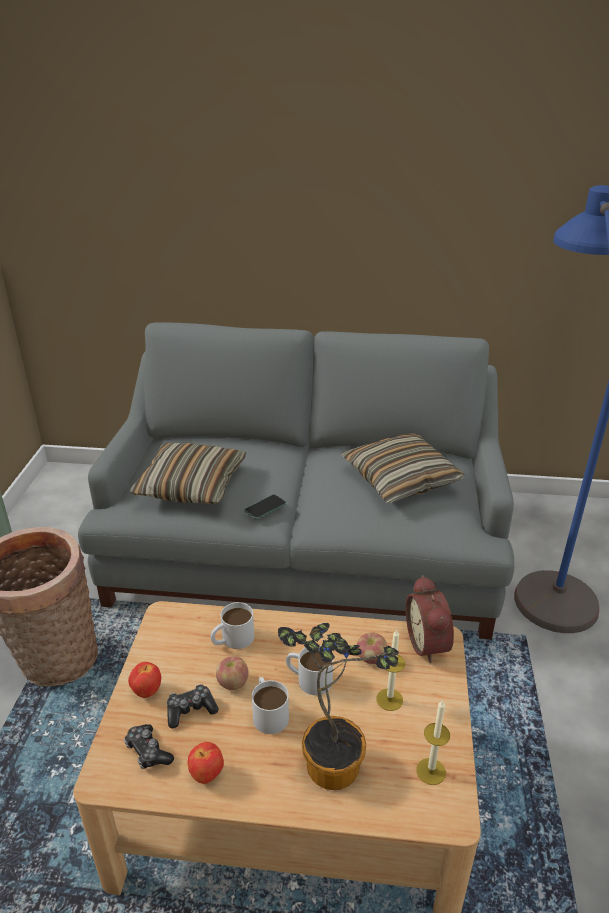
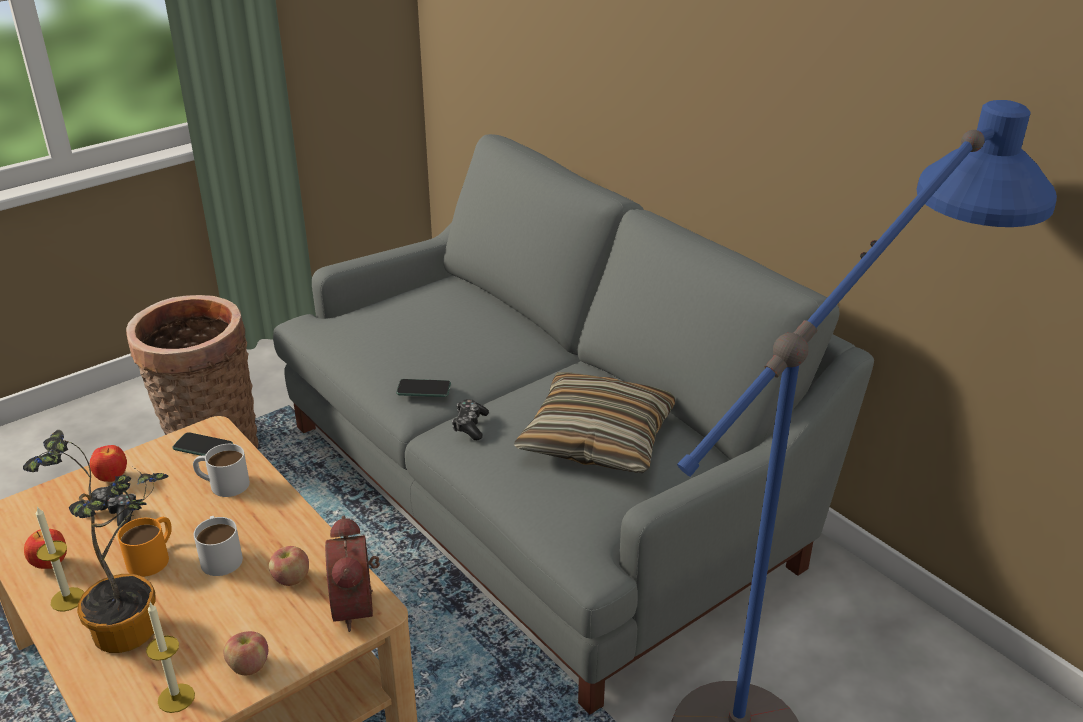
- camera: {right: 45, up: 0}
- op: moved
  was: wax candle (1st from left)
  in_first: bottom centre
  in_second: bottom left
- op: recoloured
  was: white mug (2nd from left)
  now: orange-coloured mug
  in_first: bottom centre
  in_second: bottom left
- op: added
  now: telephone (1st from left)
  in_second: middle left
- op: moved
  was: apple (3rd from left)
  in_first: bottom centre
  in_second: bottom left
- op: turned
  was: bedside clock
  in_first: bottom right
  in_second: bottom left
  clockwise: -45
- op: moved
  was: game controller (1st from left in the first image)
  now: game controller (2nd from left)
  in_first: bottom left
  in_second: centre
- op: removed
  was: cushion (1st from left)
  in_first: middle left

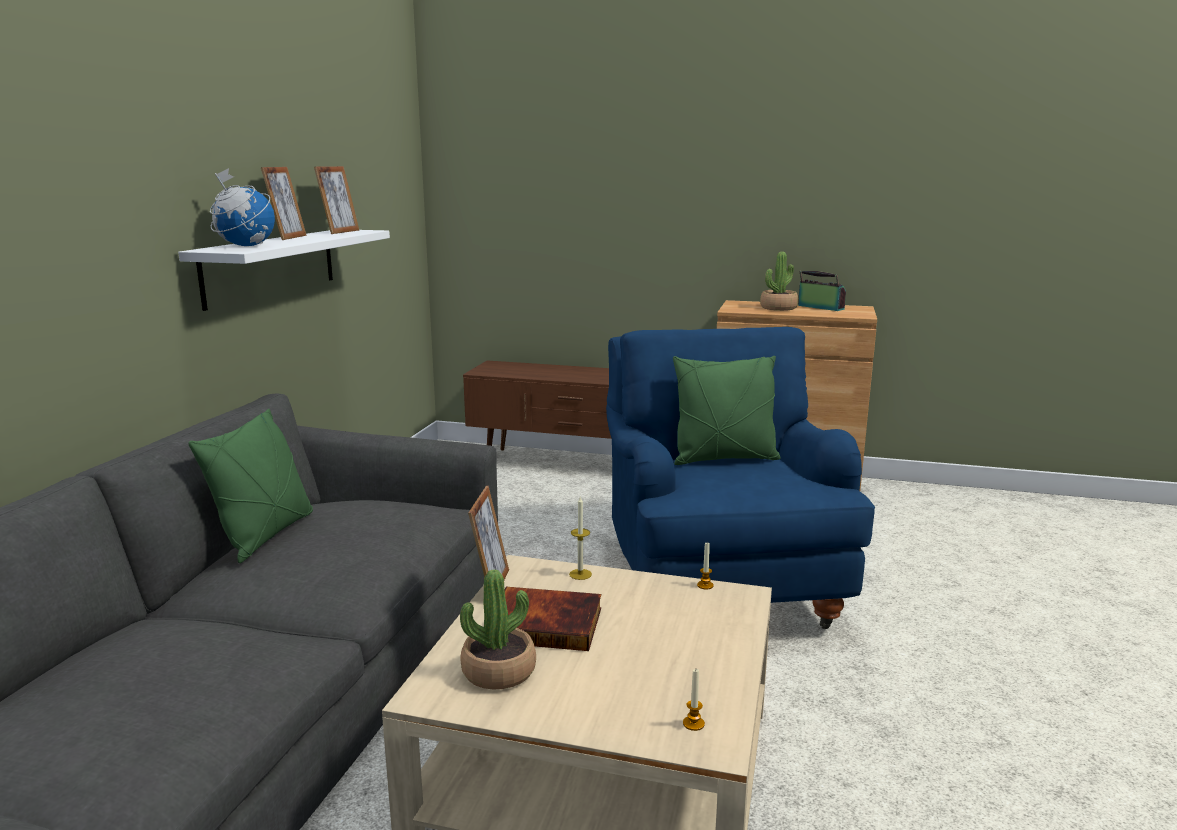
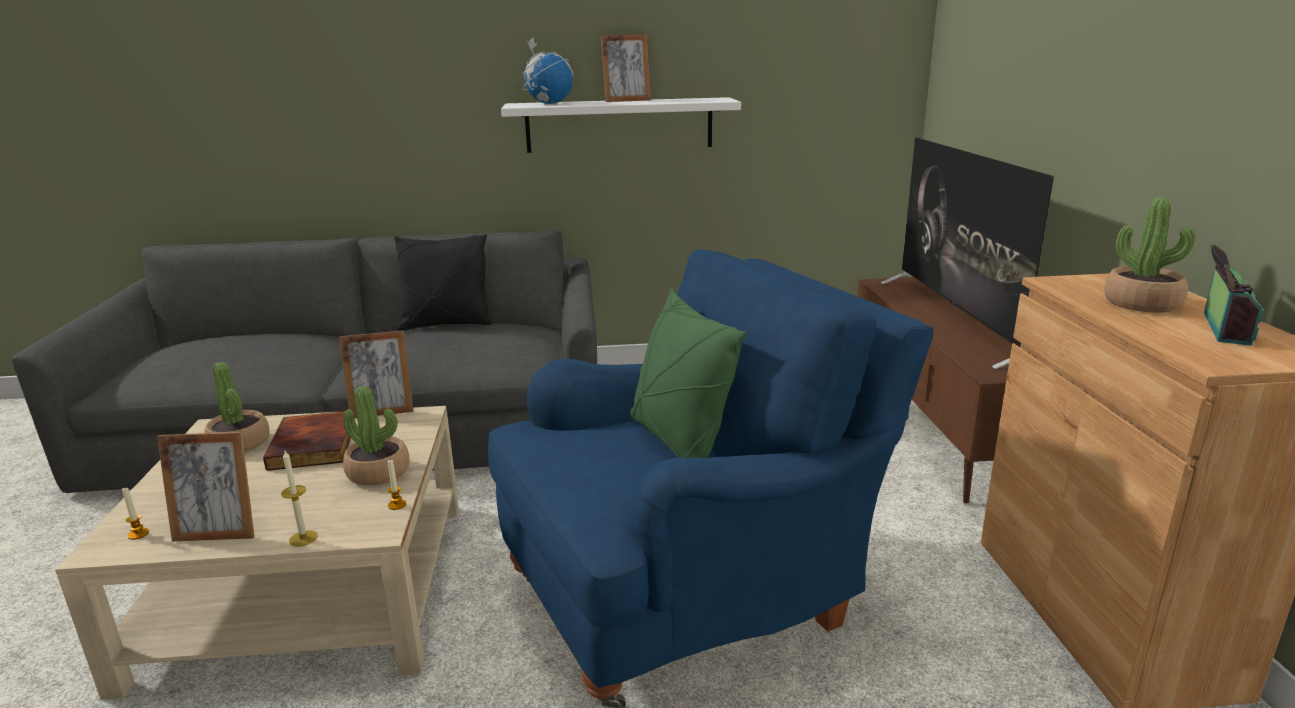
- camera: {right: 70, up: 5}
- op: moved
  was: standing frame (2nd from left in the first image)
  now: standing frame (1st from left)
  in_first: top left
  in_second: bottom left
- op: moved
  was: wax candle (1st from left in the first image)
  now: wax candle (2nd from left)
  in_first: centre
  in_second: bottom left
- op: added
  now: plant in a pot (2nd from left)
  in_second: middle left
- op: recoloured
  was: greenish cushion (1st from left)
  now: blackish cushion
  in_first: middle left
  in_second: centre
- op: added
  now: TV set
  in_second: middle right

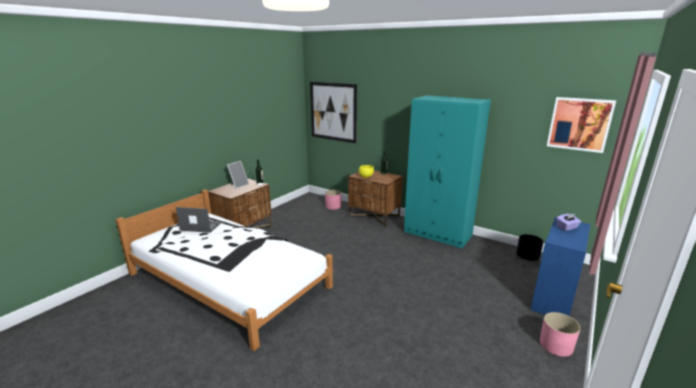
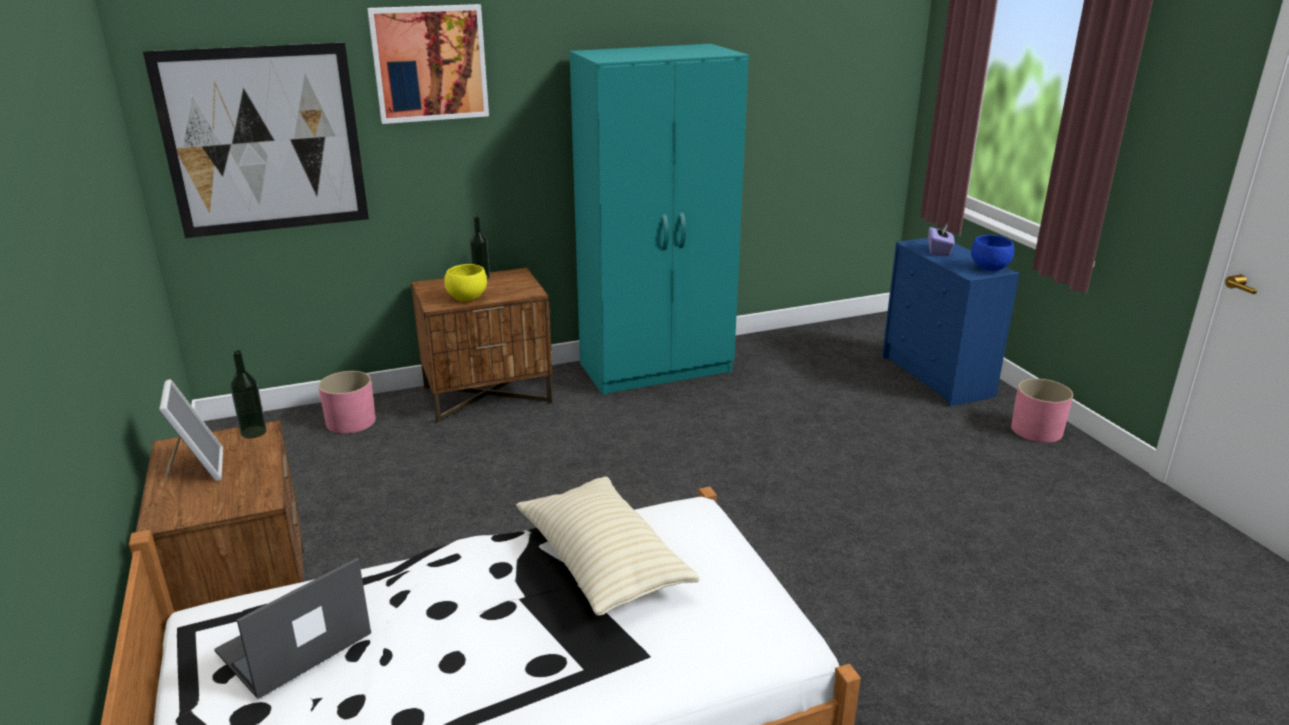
- camera: {right: -55, up: 5}
- op: moved
  was: wall picture (2nd from left)
  in_first: top right
  in_second: top left
- op: added
  now: beige-coloured cushion
  in_second: bottom centre
- op: added
  now: blue-coloured deep dish
  in_second: middle right
- op: removed
  was: blackish flower pot
  in_first: middle right

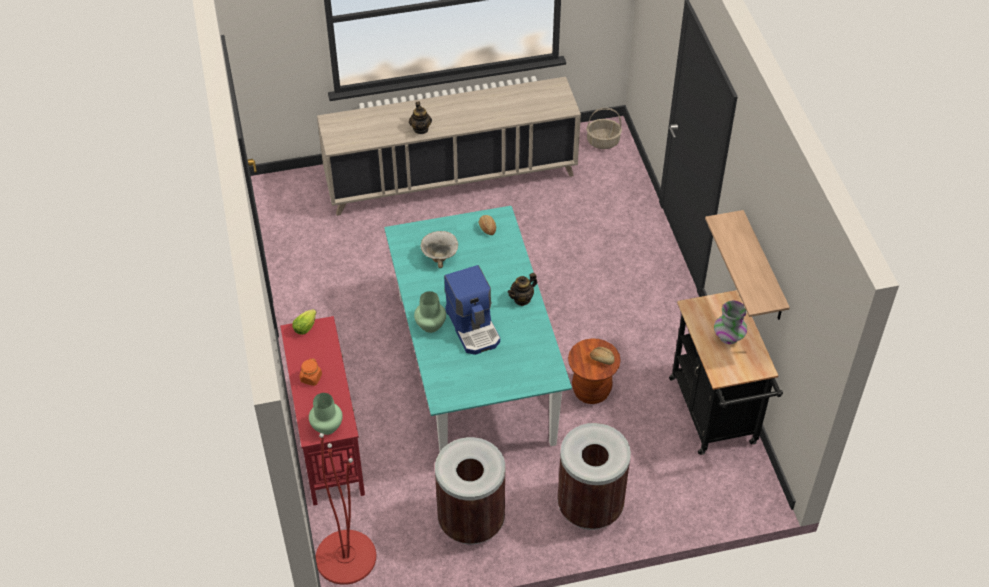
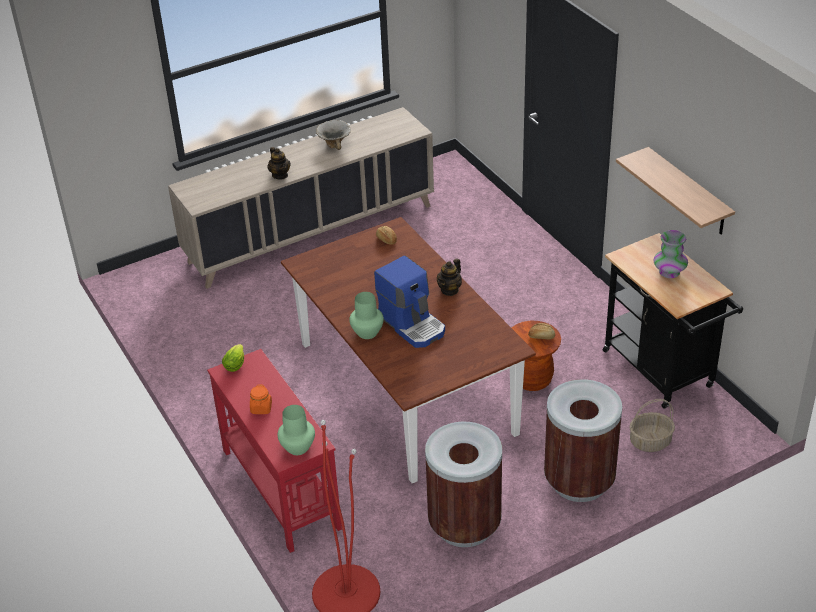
- camera: {right: -15, up: -10}
- op: recoloured
  was: blue-green kitchen table
  now: brown-coloured kitchen table
  in_first: centre
  in_second: centre
- op: moved
  was: deep dish
  in_first: centre
  in_second: top centre
- op: moved
  was: storage basket
  in_first: top centre
  in_second: bottom right

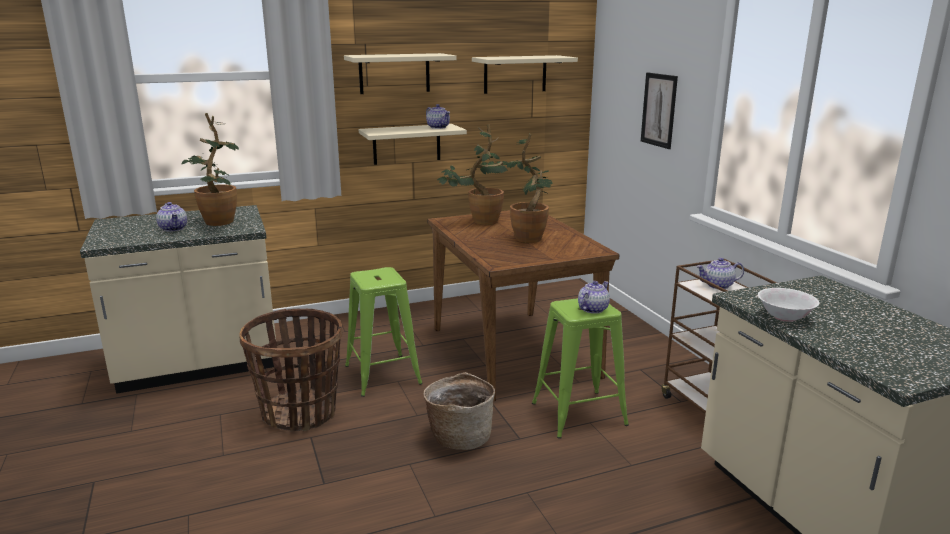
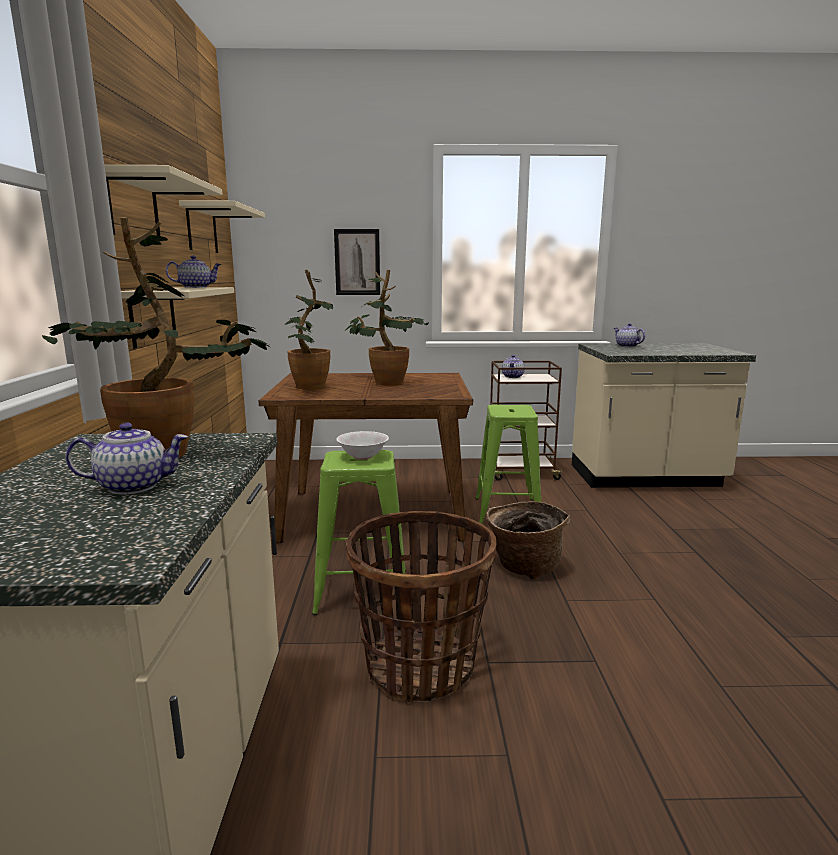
- camera: {right: -70, up: -5}
- op: moved
  was: white deep dish
  in_first: middle right
  in_second: centre
- op: moved
  was: pot for tea (3rd from left in the first image)
  now: pot for tea (4th from left)
  in_first: centre
  in_second: middle right

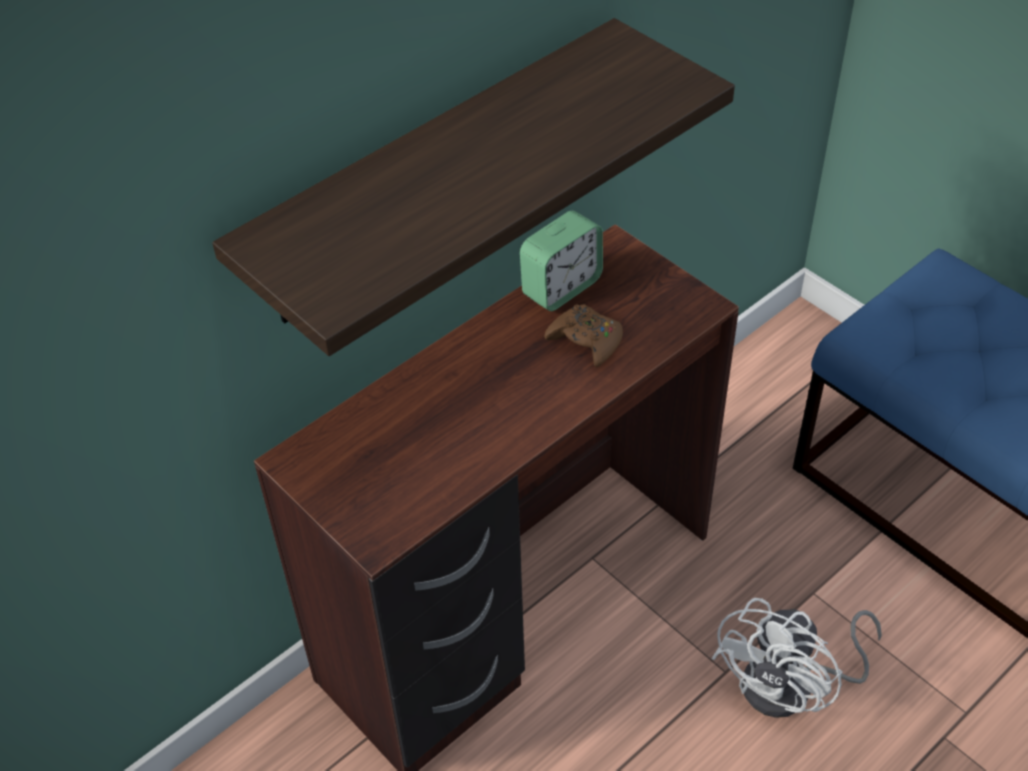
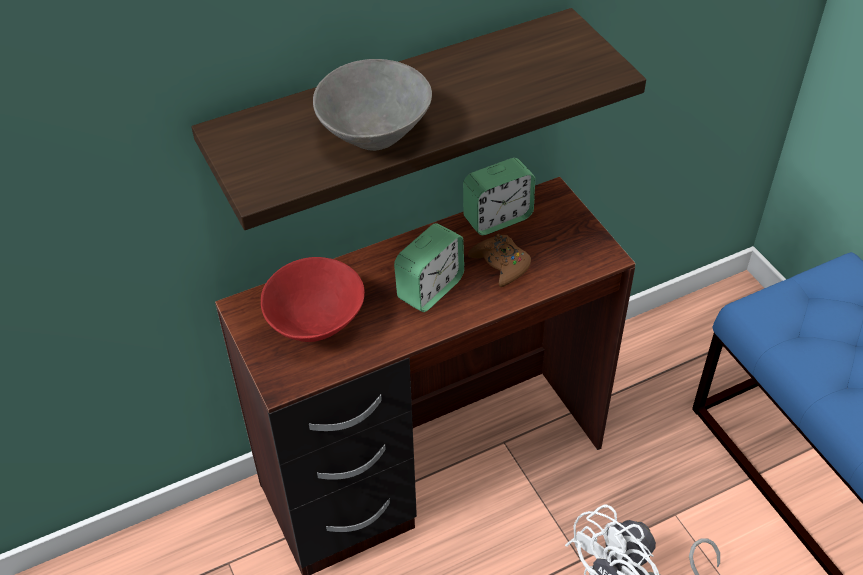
- camera: {right: 15, up: 0}
- op: added
  now: red-coloured deep dish
  in_second: centre
- op: added
  now: greyish deep dish
  in_second: top centre
- op: added
  now: bedside clock (1st from left)
  in_second: centre

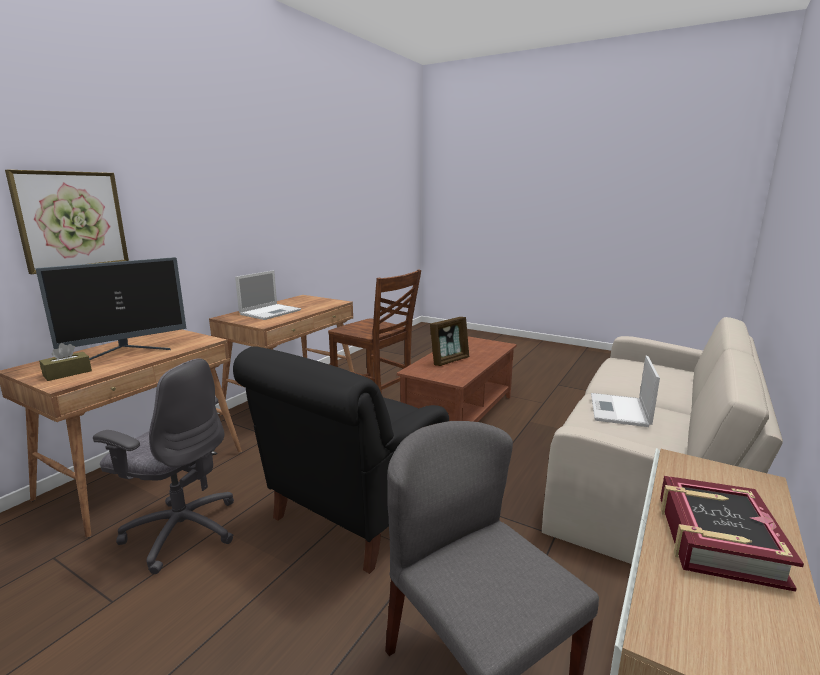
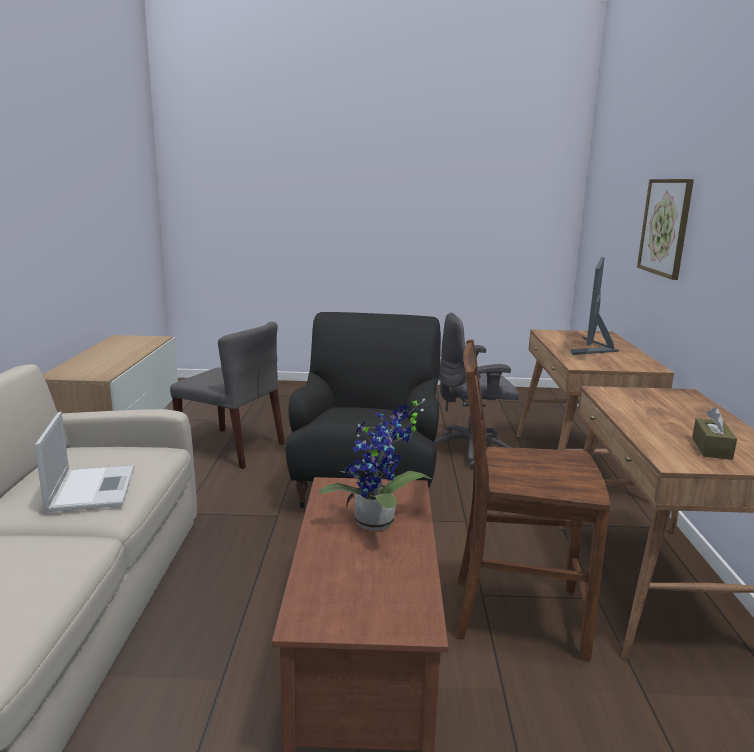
- camera: {right: 150, up: 0}
- op: replaced
  was: standing frame
  now: plant in a pot
  in_first: centre
  in_second: centre
- op: moved
  was: brown-coloured tissue holder
  in_first: middle left
  in_second: middle right
- op: removed
  was: notebook computer (1st from left)
  in_first: middle left
- op: removed
  was: book
  in_first: bottom right

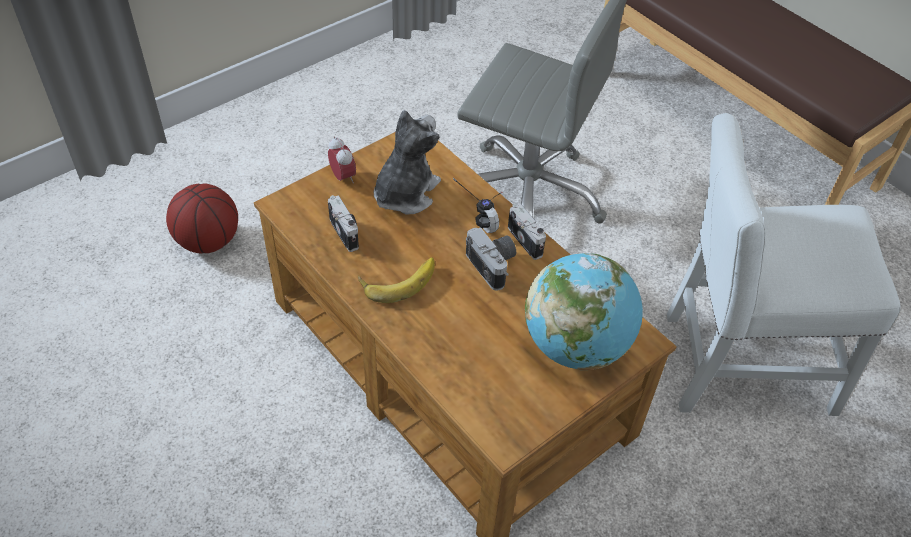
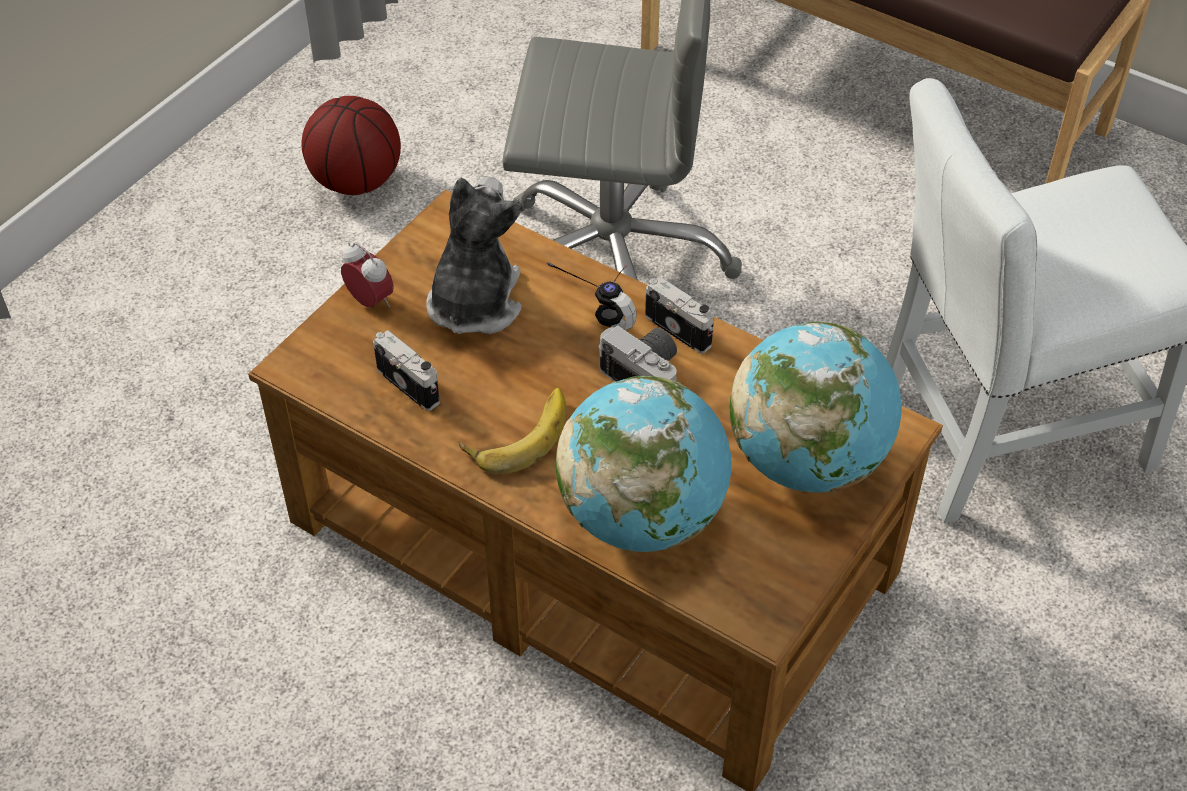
- camera: {right: -15, up: 0}
- op: moved
  was: ball for basketball
  in_first: middle left
  in_second: top left
- op: added
  now: globe (1st from left)
  in_second: centre

